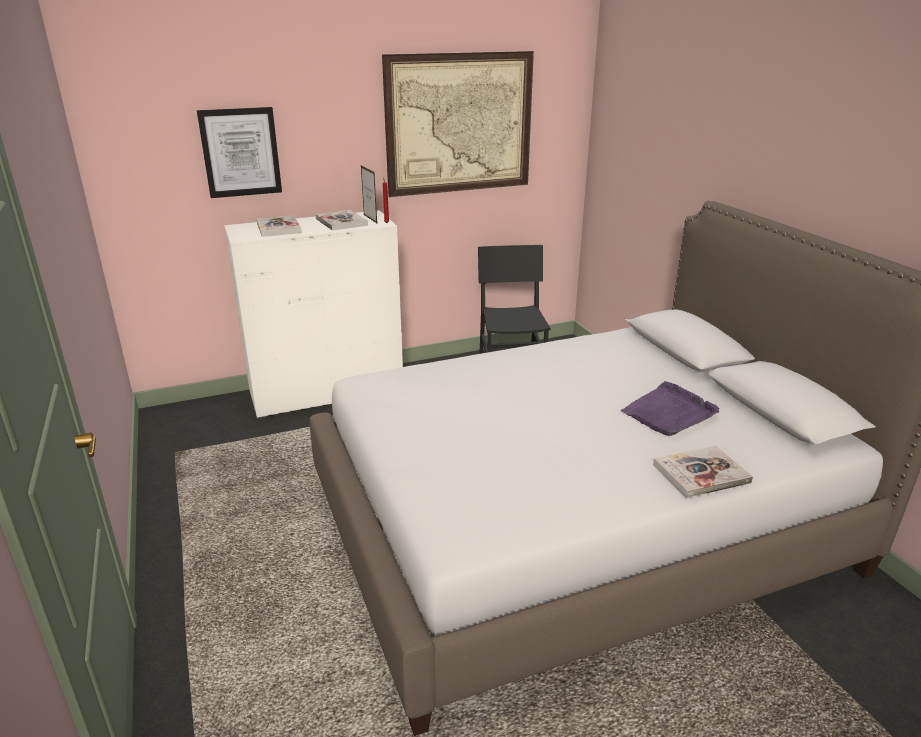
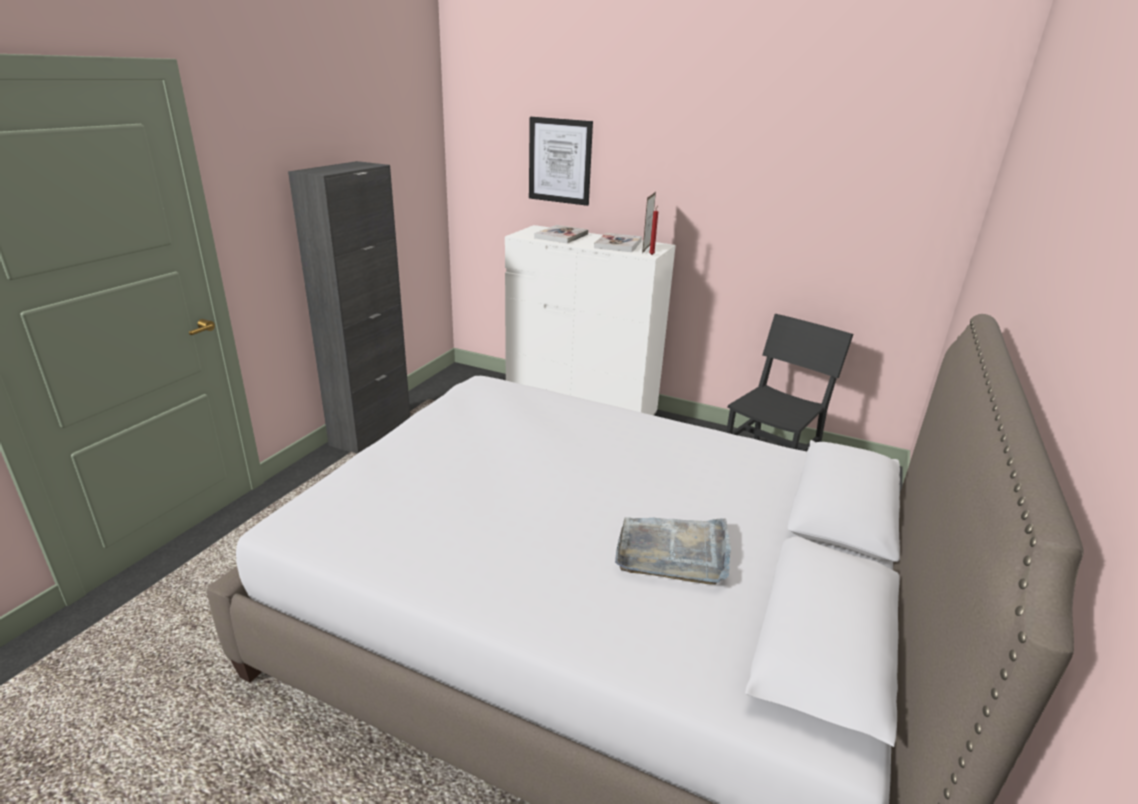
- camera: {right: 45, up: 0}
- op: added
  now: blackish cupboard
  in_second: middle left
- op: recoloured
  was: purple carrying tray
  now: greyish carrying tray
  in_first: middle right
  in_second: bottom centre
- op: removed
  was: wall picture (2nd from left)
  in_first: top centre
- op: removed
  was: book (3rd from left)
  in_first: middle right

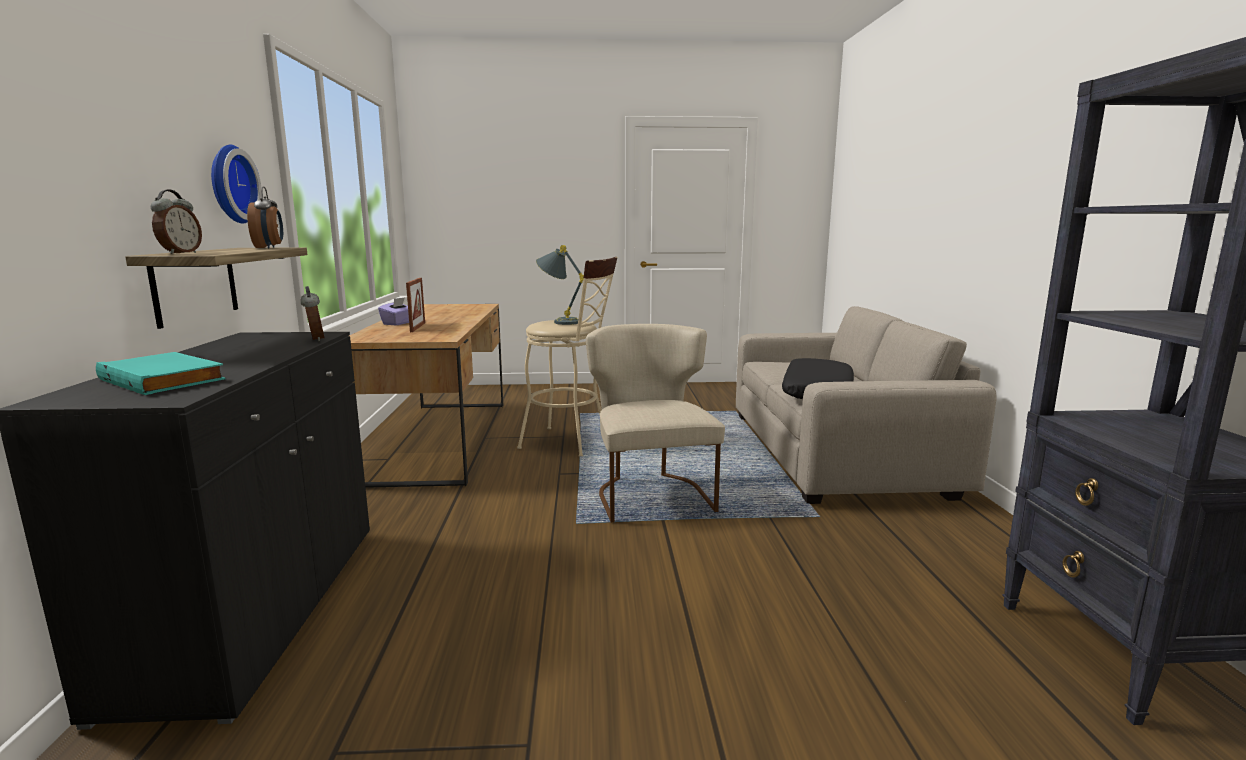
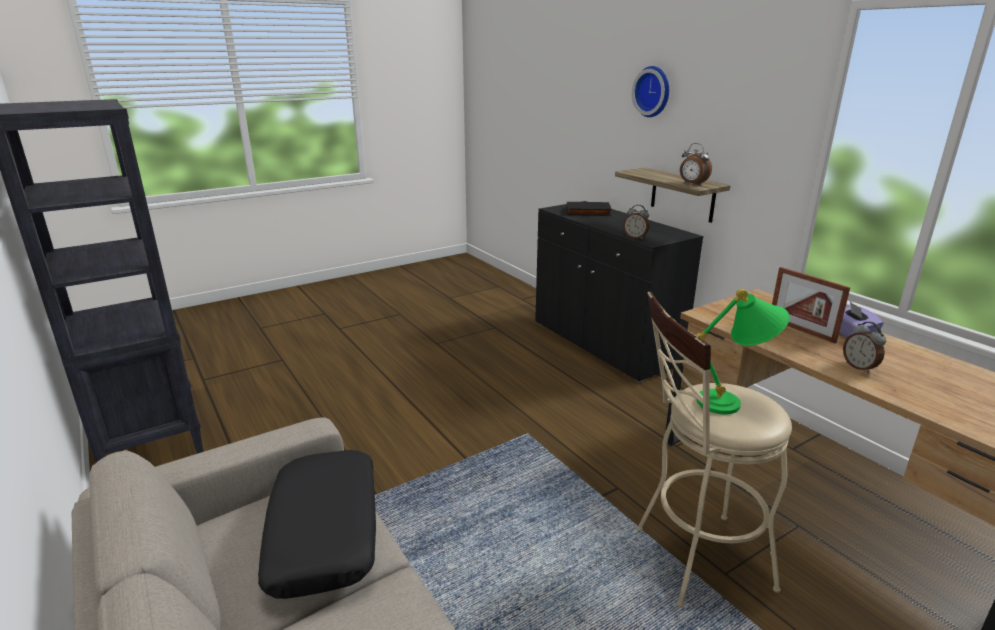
- camera: {right: 150, up: 10}
- op: recoloured
  was: blue-green book
  now: blackish book
  in_first: middle left
  in_second: top centre
- op: moved
  was: clock on the wall
  in_first: top left
  in_second: top centre
- op: recoloured
  was: greyish lamp for a table
  now: greenish lamp for a table
  in_first: centre
  in_second: middle right
- op: moved
  was: bedside clock (1st from left in the first image)
  now: bedside clock (3rd from left)
  in_first: top left
  in_second: middle right
- op: removed
  was: beige-coloured chair
  in_first: centre

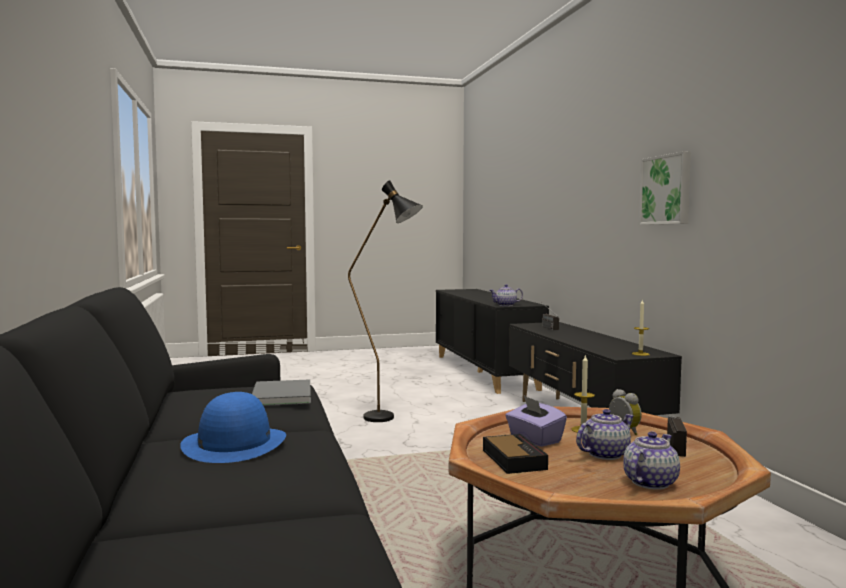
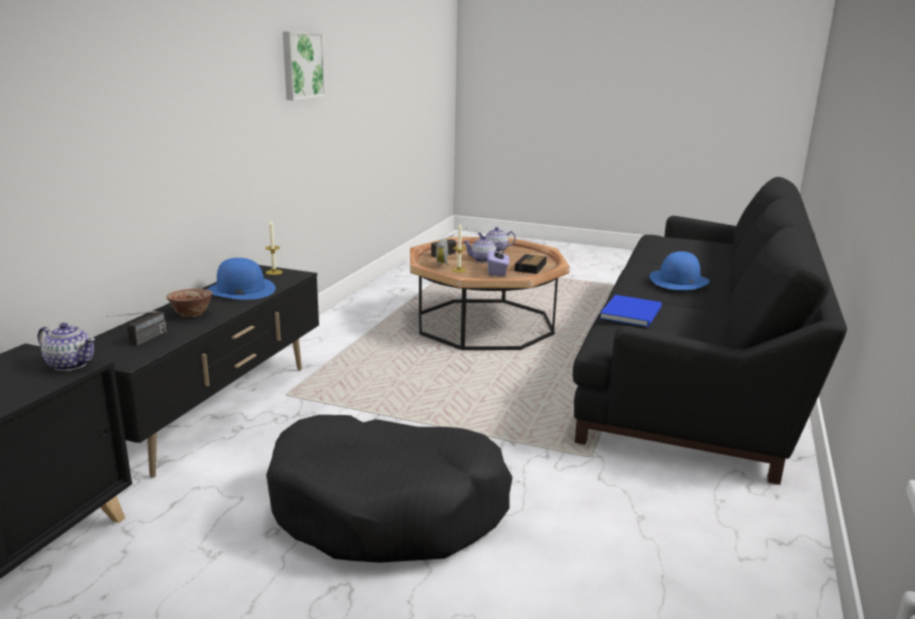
- camera: {right: -145, up: 15}
- op: added
  now: deep dish
  in_second: middle left
- op: added
  now: blue-coloured clothing hat (1st from left)
  in_second: middle left
- op: replaced
  was: blackish standard lamp
  now: blackish dog bed
  in_first: centre
  in_second: bottom centre
- op: moved
  was: wall picture
  in_first: top right
  in_second: top left
- op: recoloured
  was: greyish book
  now: blue-coloured book
  in_first: bottom left
  in_second: middle right

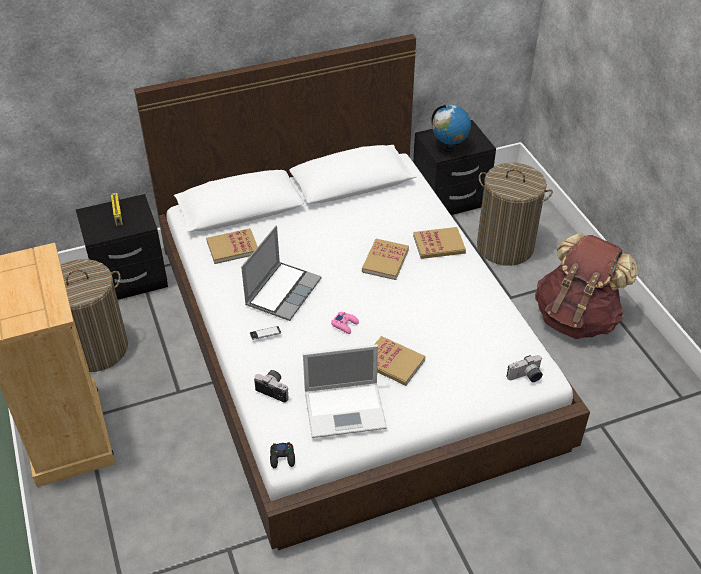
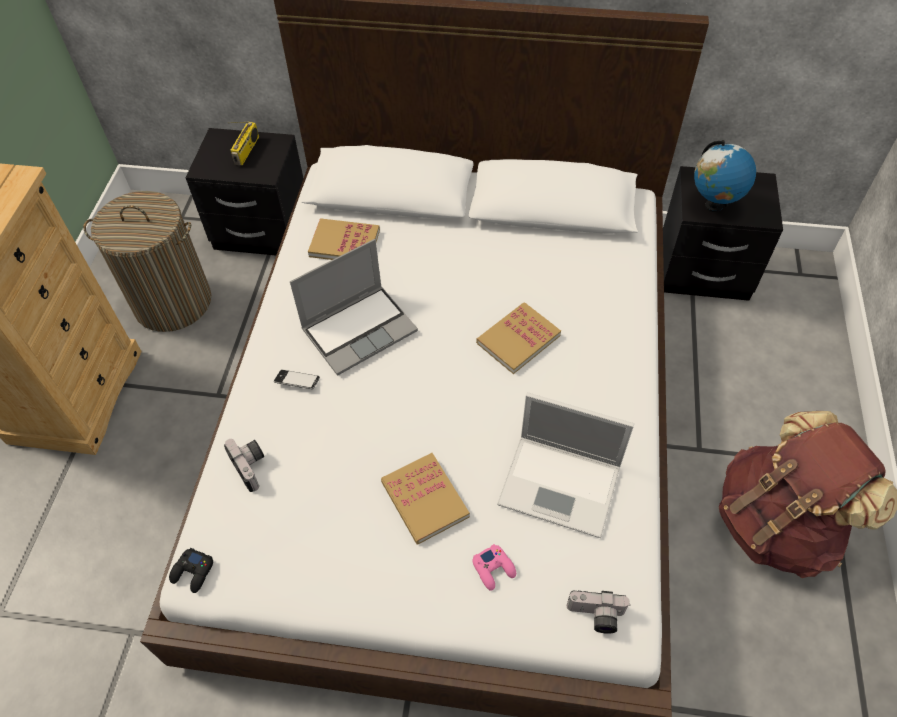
- camera: {right: 30, up: 10}
- op: moved
  was: pinkish game controller
  in_first: centre
  in_second: bottom centre
- op: moved
  was: notebook computer (2nd from left)
  in_first: bottom centre
  in_second: centre
- op: removed
  was: book (4th from left)
  in_first: centre
- op: removed
  was: washing basket (2nd from left)
  in_first: middle right

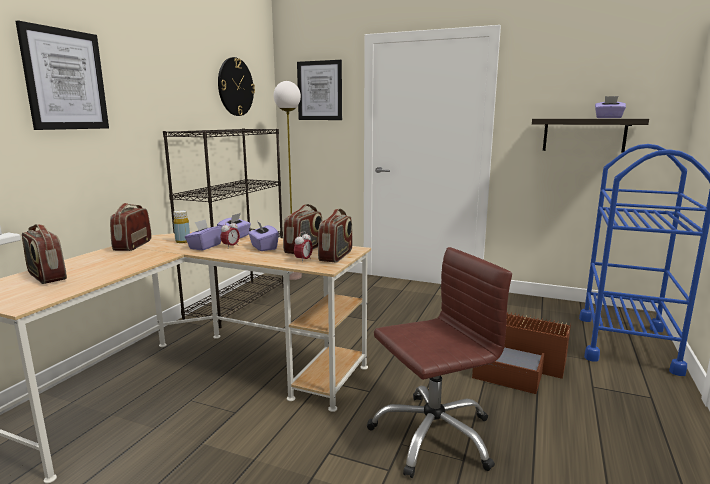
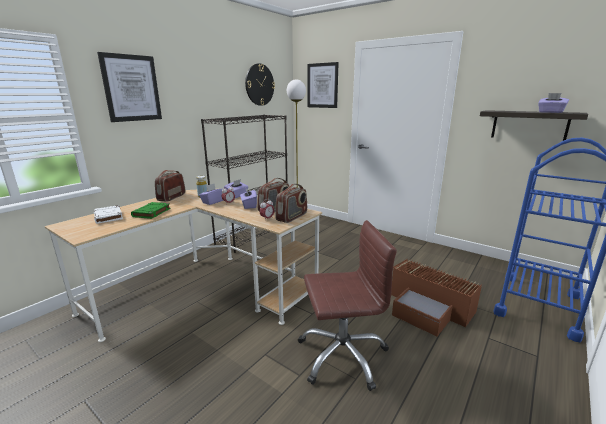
- camera: {right: 15, up: 5}
- op: replaced
  was: radio (1st from left)
  now: white book
  in_first: middle left
  in_second: middle left
- op: added
  now: greenish book
  in_second: middle left

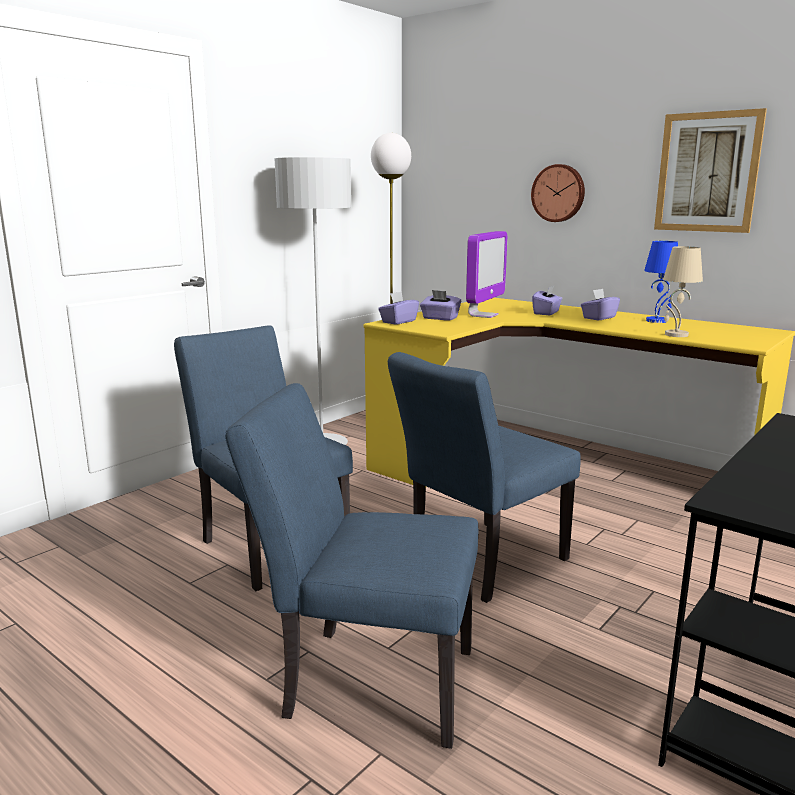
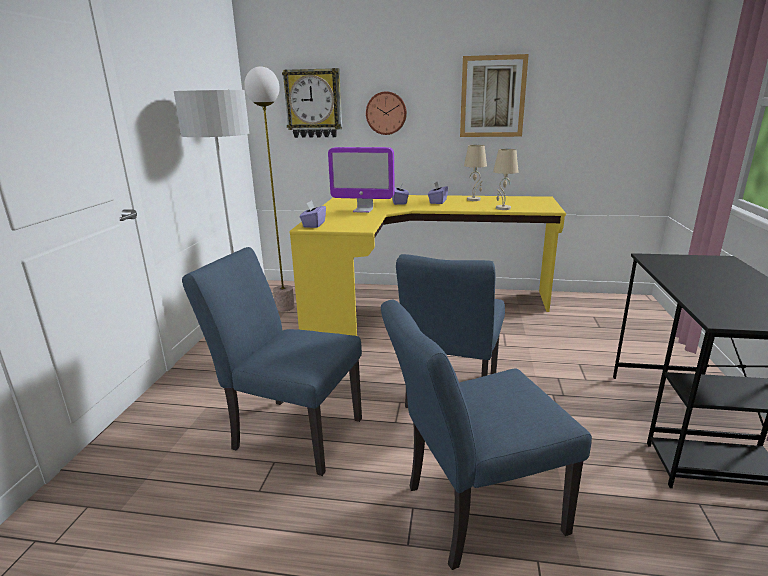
- camera: {right: -30, up: 5}
- op: added
  now: clock on the wall (1st from left)
  in_second: top centre
- op: turned
  was: monitor
  in_first: centre
  in_second: top centre
  clockwise: 105
- op: recoloured
  was: blue-coloured lamp for a table
  now: beige-coloured lamp for a table (1st from left)
  in_first: middle right
  in_second: top centre
- op: removed
  was: purple tissue holder (2nd from left)
  in_first: centre

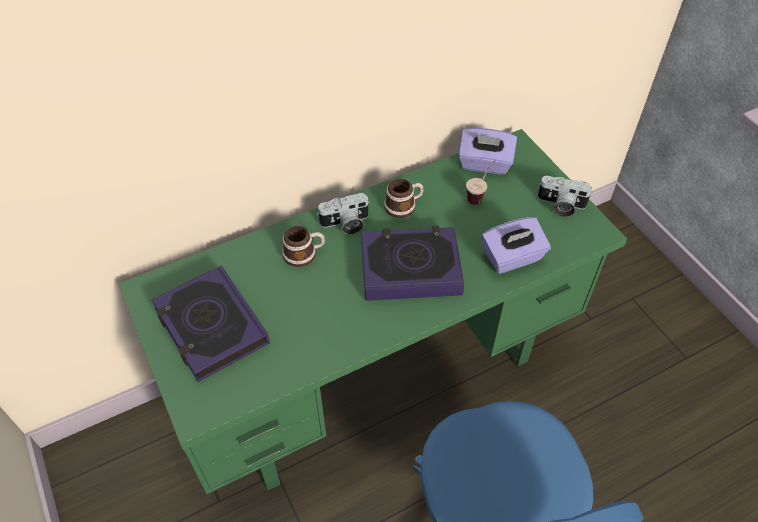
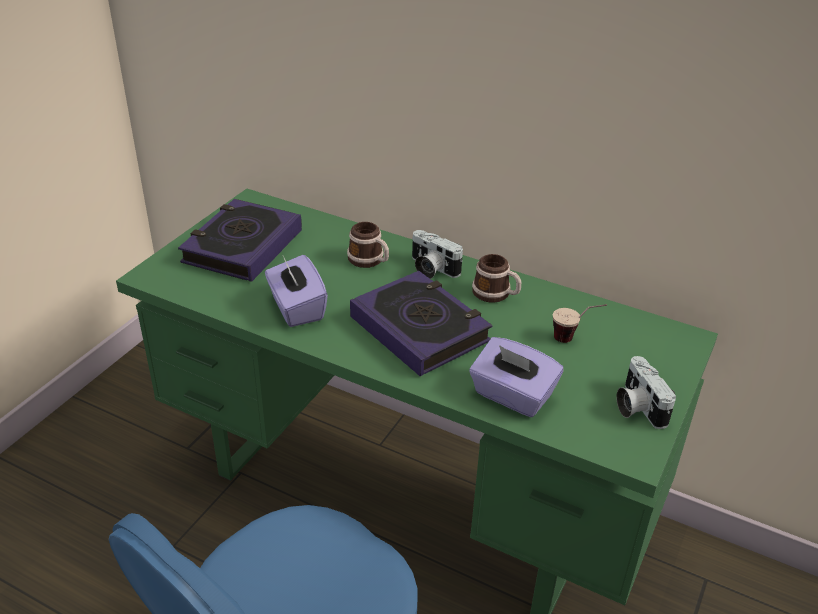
- camera: {right: 55, up: -15}
- op: moved
  was: purple tissue holder (1st from left)
  in_first: top centre
  in_second: centre

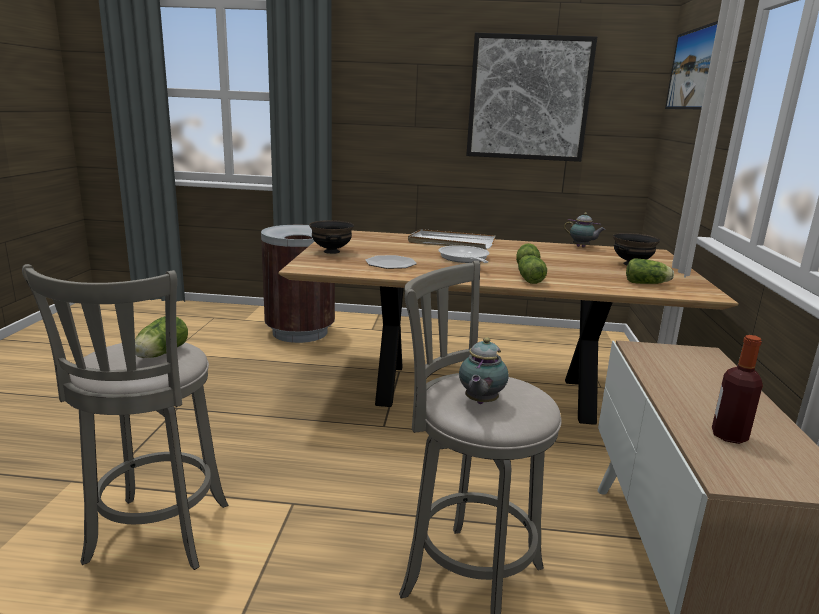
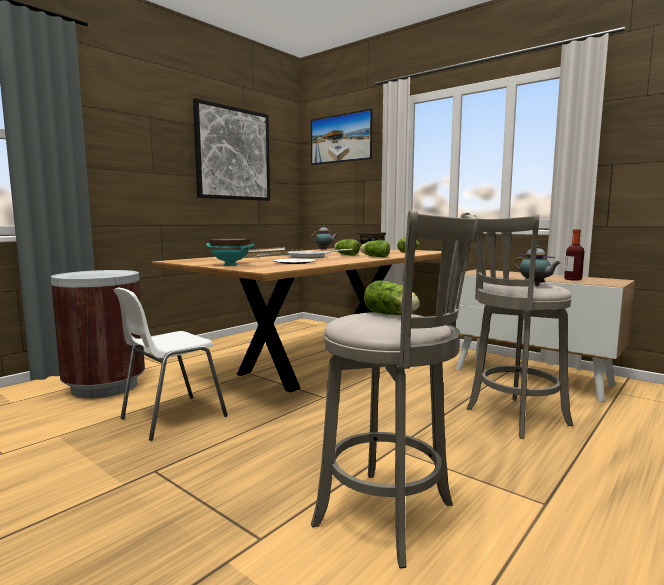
- camera: {right: -55, up: -10}
- op: added
  now: white chair
  in_second: middle left
- op: recoloured
  was: blackish deep dish (1st from left)
  now: blue-green deep dish
  in_first: centre
  in_second: centre

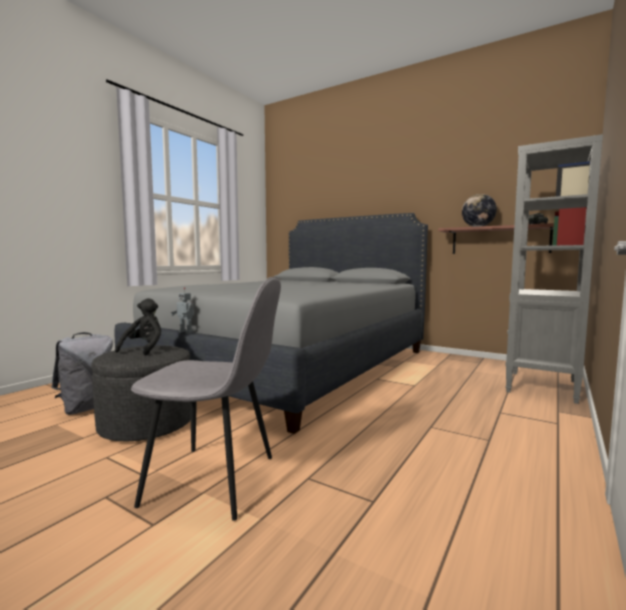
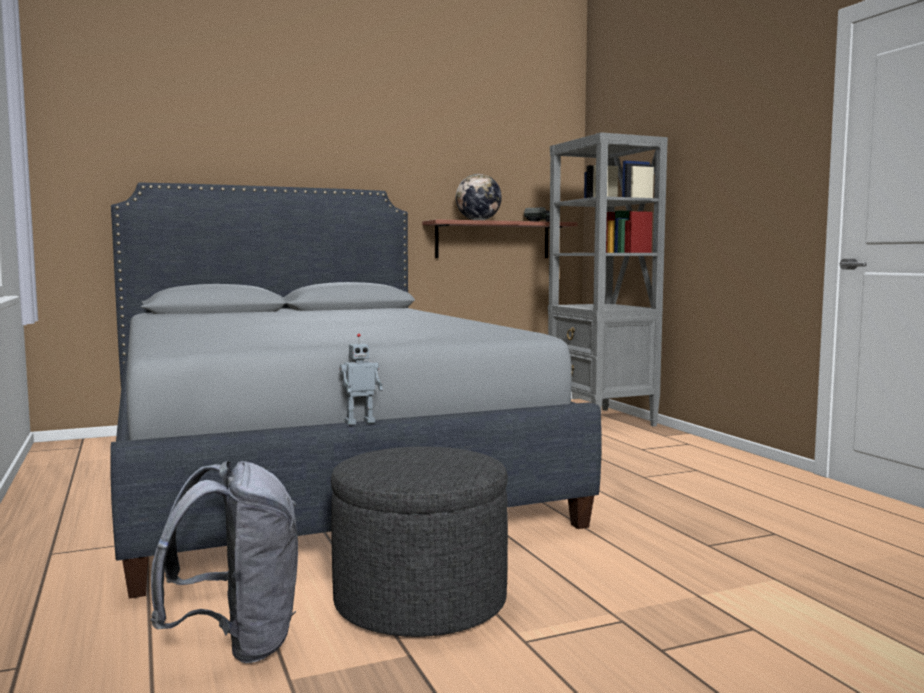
- camera: {right: -55, up: 0}
- op: removed
  was: blackish soft toy
  in_first: middle left
- op: removed
  was: greyish chair
  in_first: middle left

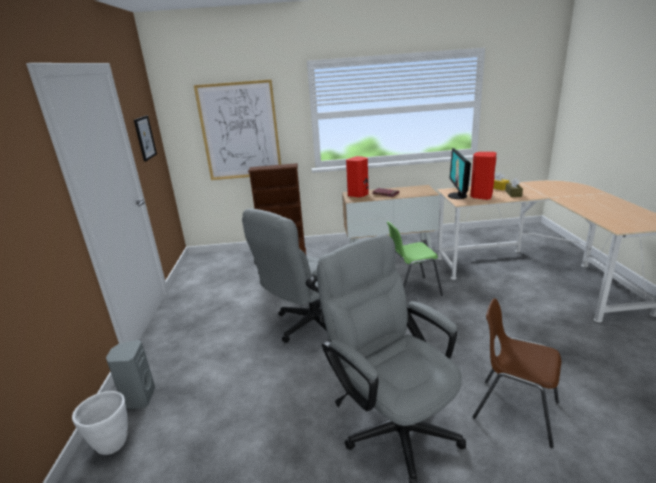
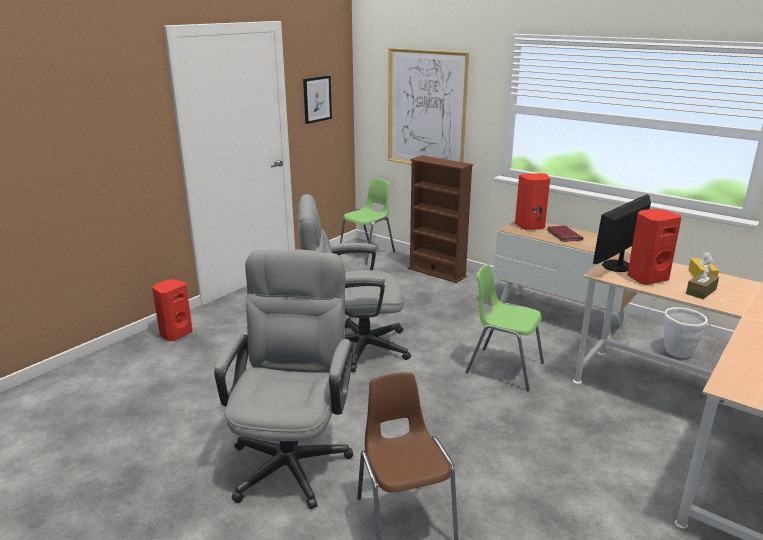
- camera: {right: 40, up: 0}
- op: recoloured
  was: greyish speaker
  now: red-coloured speaker (1st from left)
  in_first: bottom left
  in_second: middle left
- op: added
  now: greenish chair (1st from left)
  in_second: centre
- op: moved
  was: white flower pot
  in_first: bottom left
  in_second: middle right

